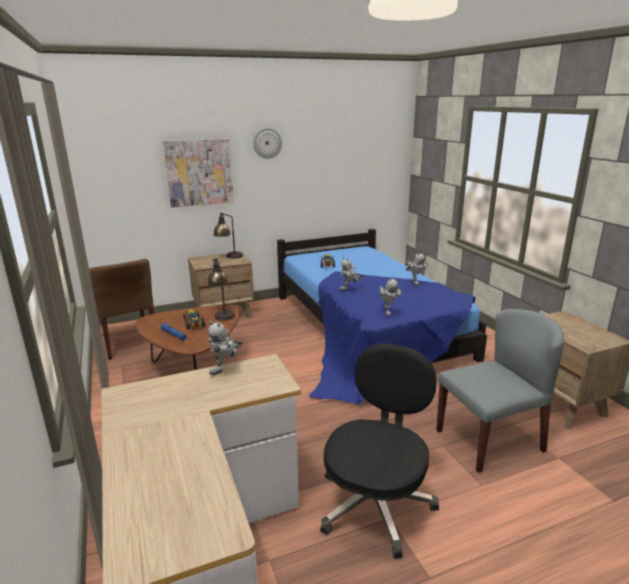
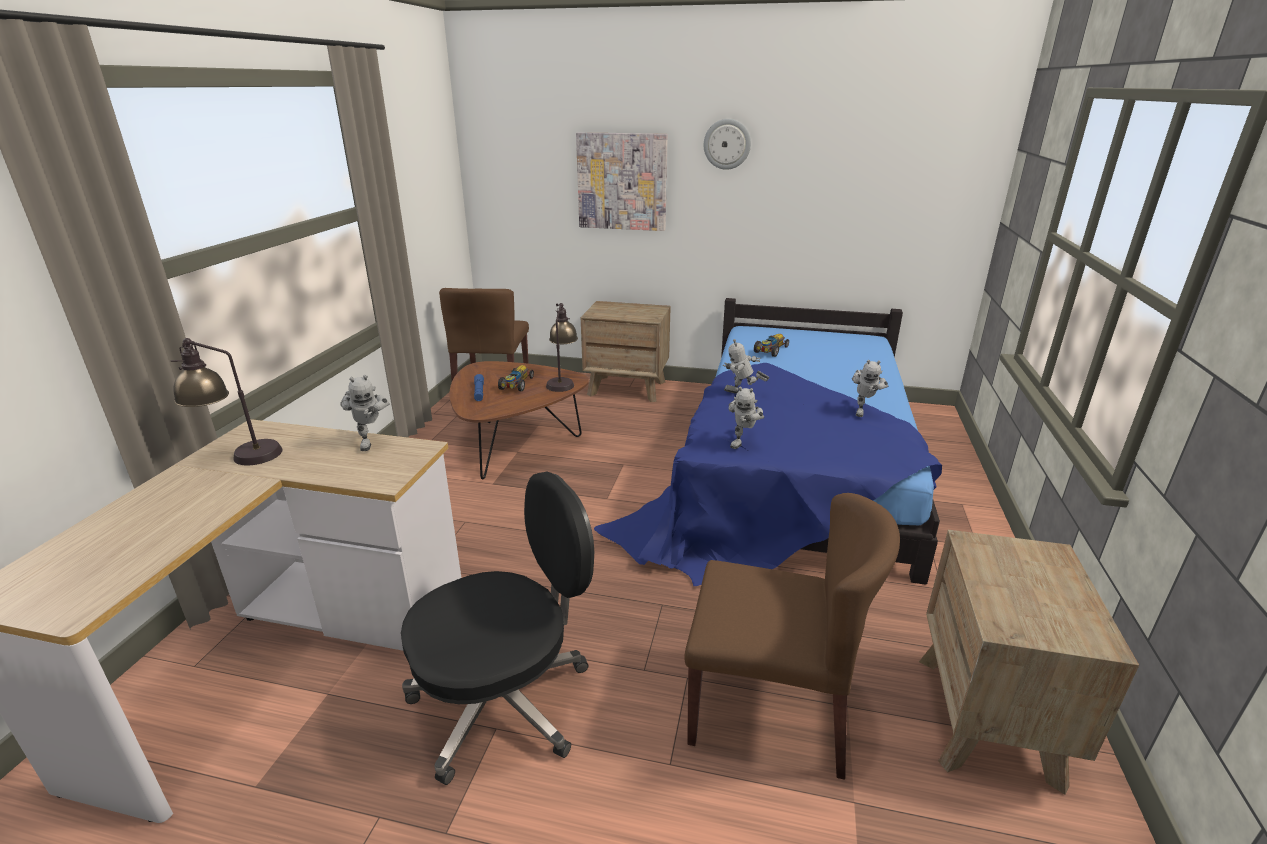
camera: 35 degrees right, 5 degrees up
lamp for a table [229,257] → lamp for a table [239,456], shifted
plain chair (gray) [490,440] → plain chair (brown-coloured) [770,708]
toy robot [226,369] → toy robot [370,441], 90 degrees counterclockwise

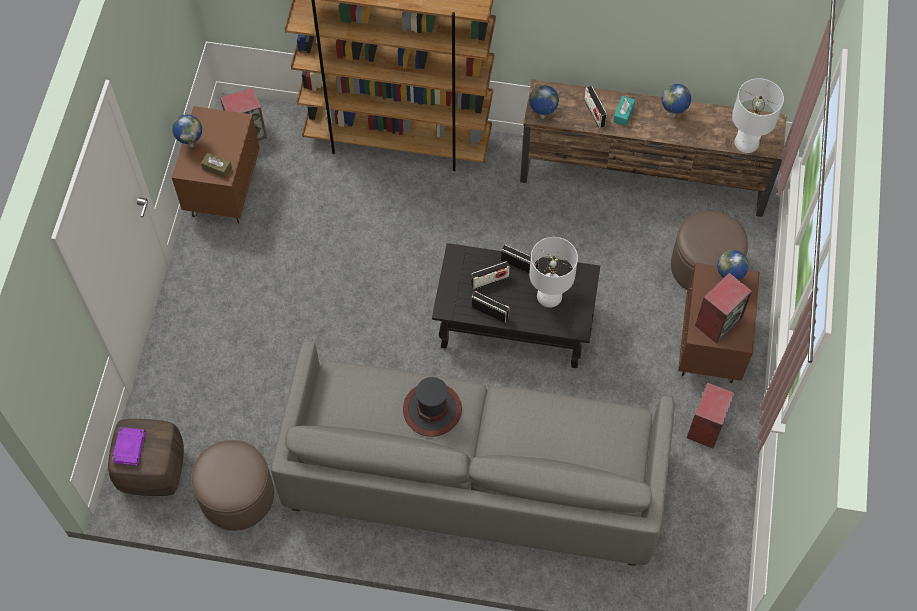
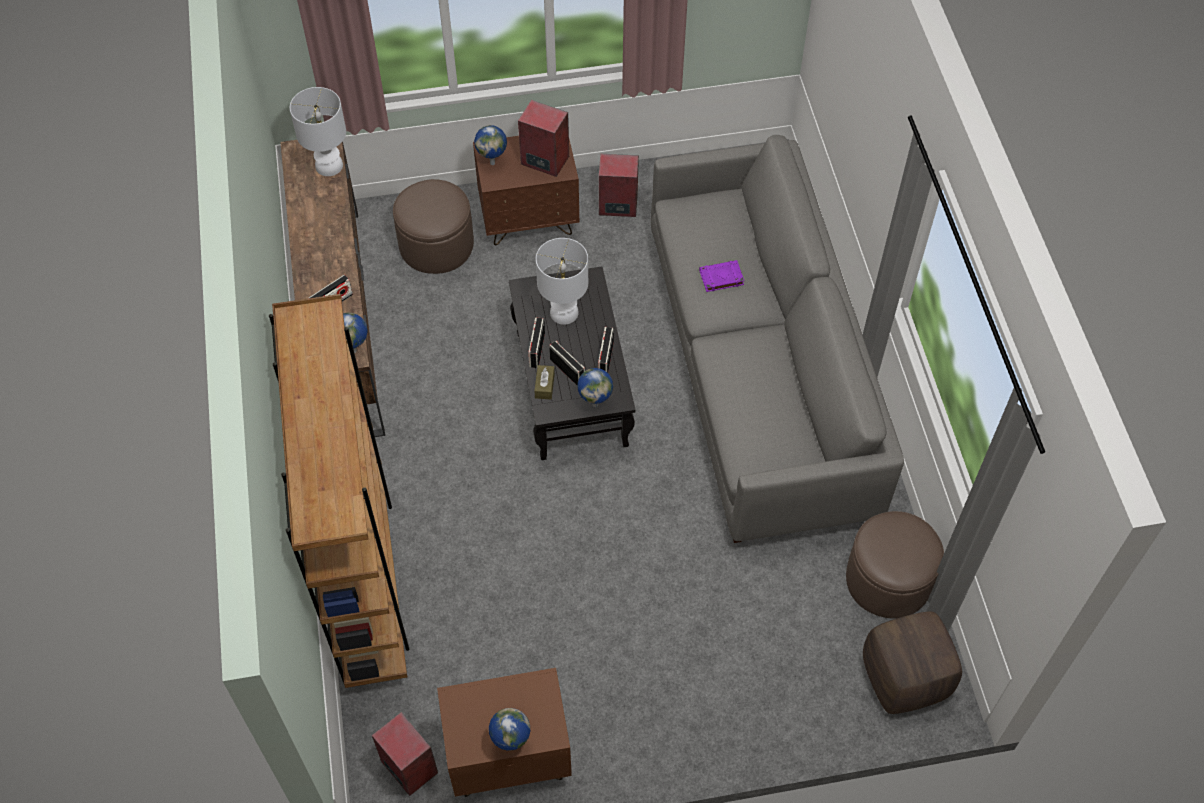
camera: 110 degrees left, 5 degrees down
clothing hat [432,409] → -
tissue box (turquoise) [623,114] → -
bound book (purple-coloured) [129,447] → bound book (purple-coloured) [721,278], shifted
tissue box (brown-coloured) [217,168] → tissue box (brown-coloured) [544,386], shifted
globe [673,115] → globe [595,404], shifted

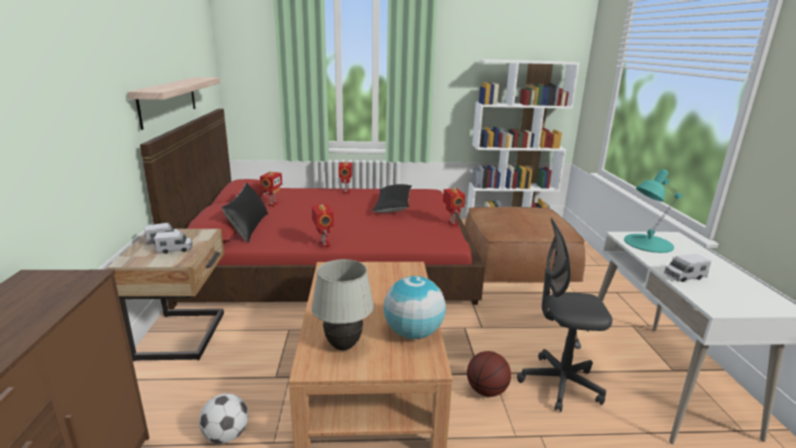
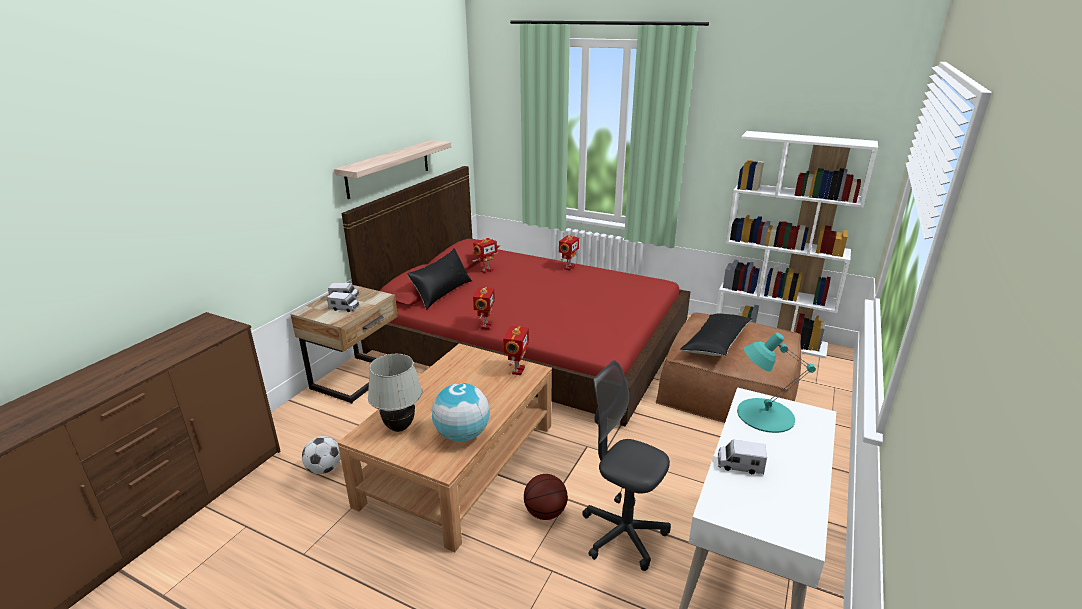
camera: 30 degrees right, 5 degrees up
throw pillow (black-coloured) [393,205] → throw pillow (black-coloured) [716,343], shifted
toy robot [452,223] → toy robot [517,370], shifted

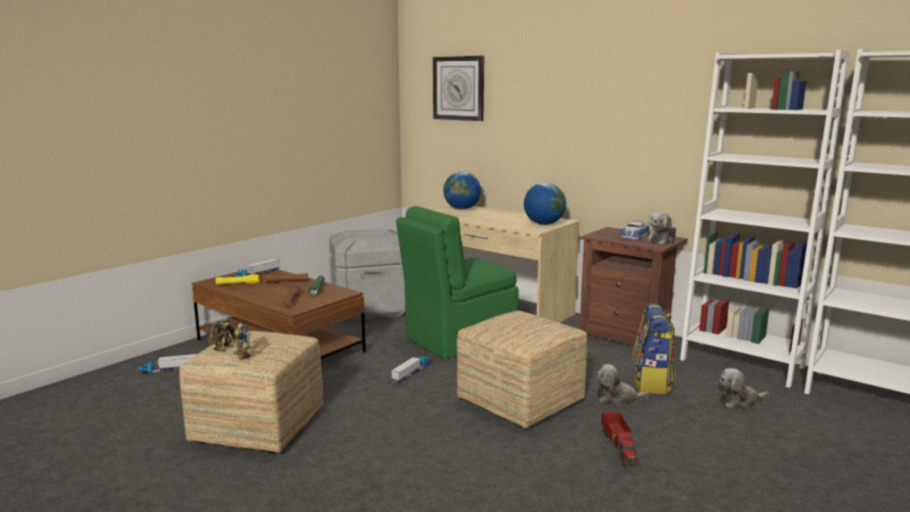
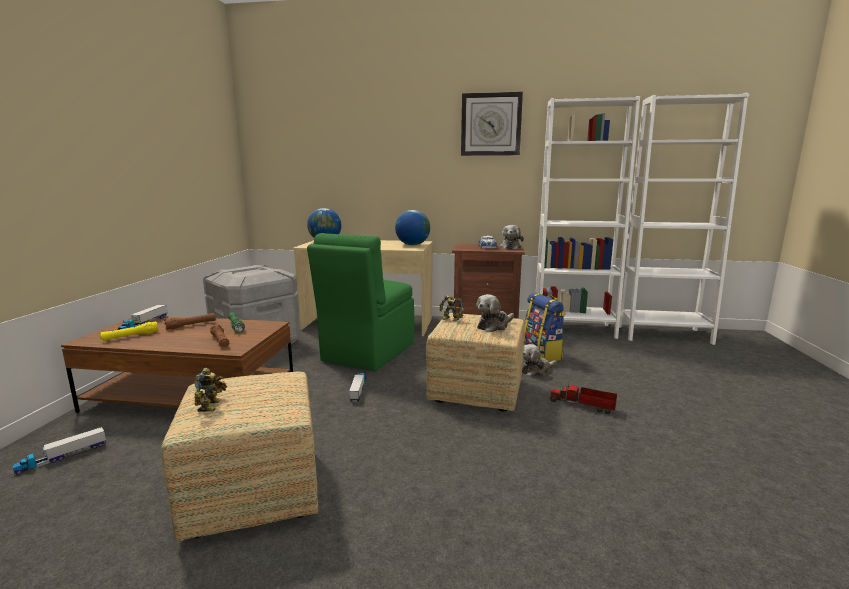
camera: 30 degrees left, 0 degrees up
toy robot [240,355] → toy robot [450,319], shifted
wall clock [458,88] → wall clock [491,124], shifted
cuddly toy [739,402] → cuddly toy [494,326], shifted
toy truck [619,446] → toy truck [584,405], 150 degrees clockwise

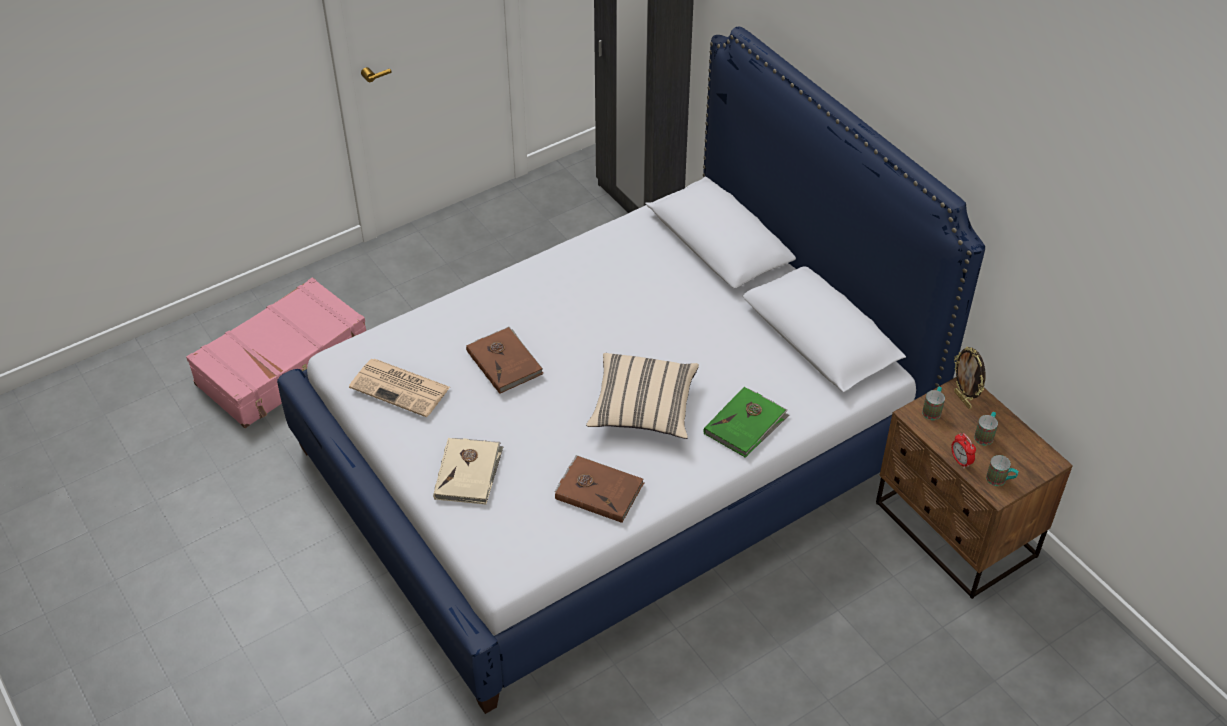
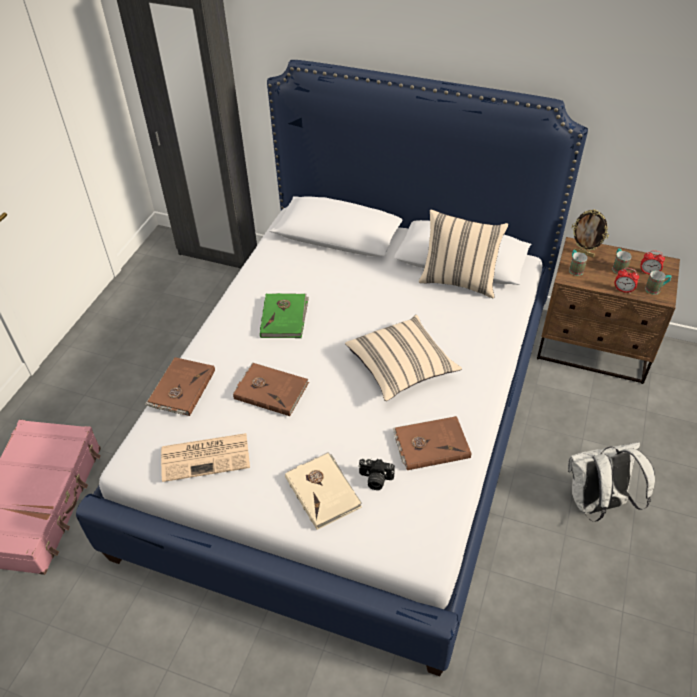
camera: 35 degrees left, 0 degrees up
- → bound book (brown-coloured) [181,388]
- → still camera [375,480]
- → throw pillow (sand-coloured) [459,281]
- → backpack (white) [596,504]
- → bedside clock [648,272]
bound book (green-coloured) [746,424] → bound book (green-coloured) [284,317], shifted

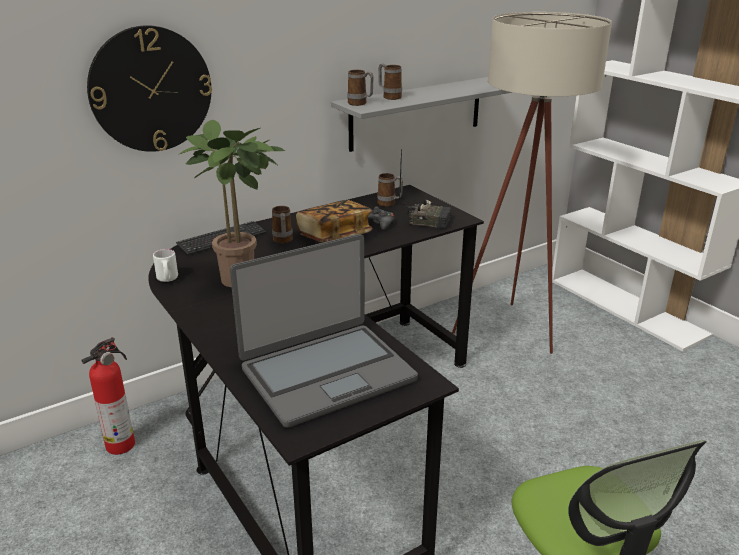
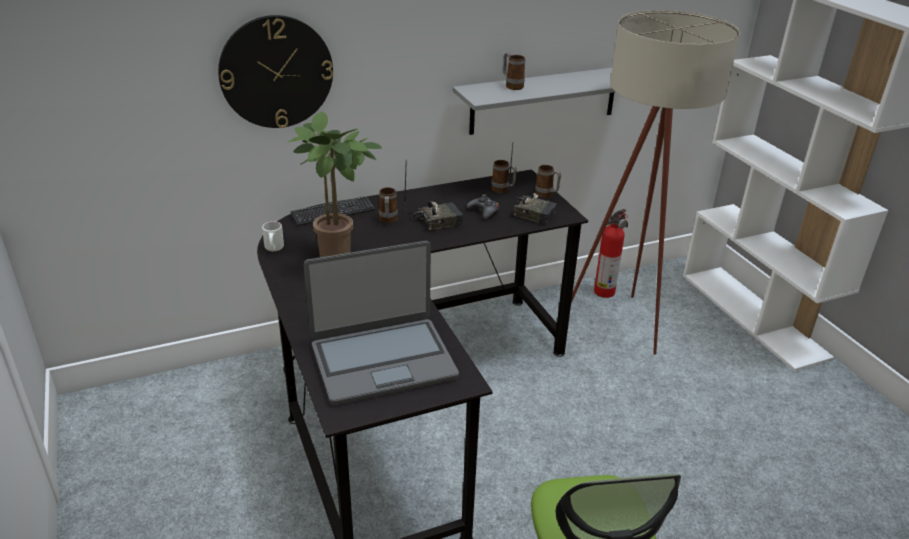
camera: 10 degrees right, 5 degrees up
extinguisher [122,443] → extinguisher [605,291], shifted
coffee mug [360,104] → coffee mug [546,195], shifted
bound book [334,236] → radio [437,220]

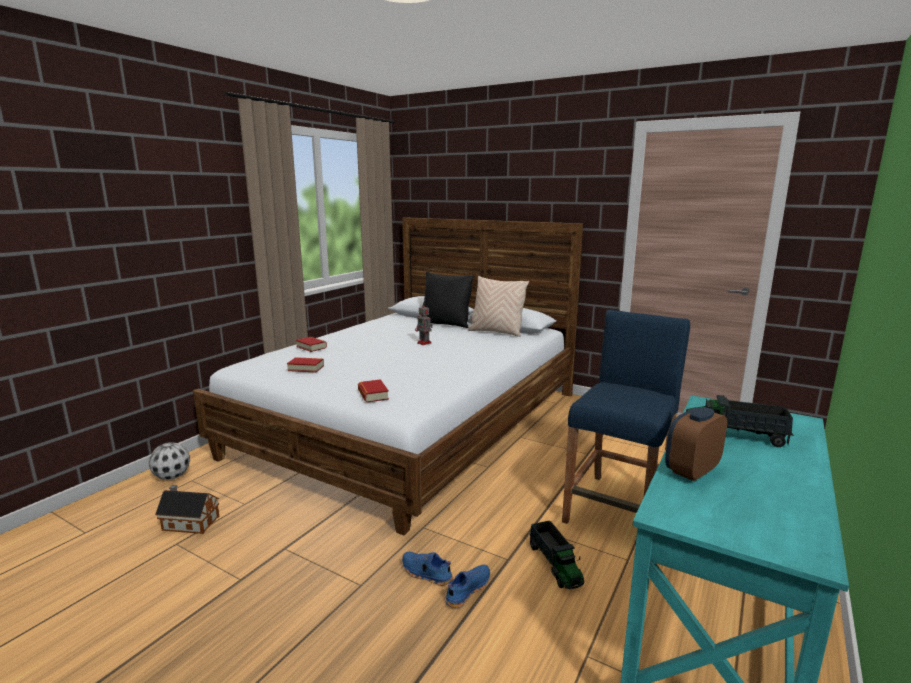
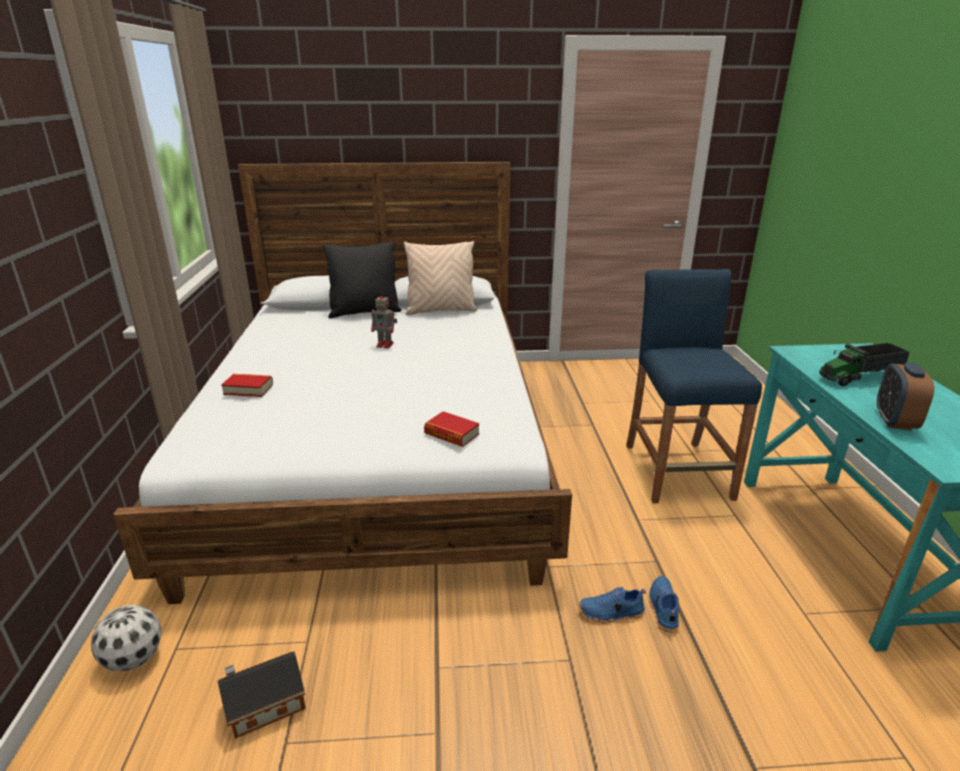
camera: 35 degrees left, 10 degrees up
bound book [306,368] → -
toy truck [555,564] → -

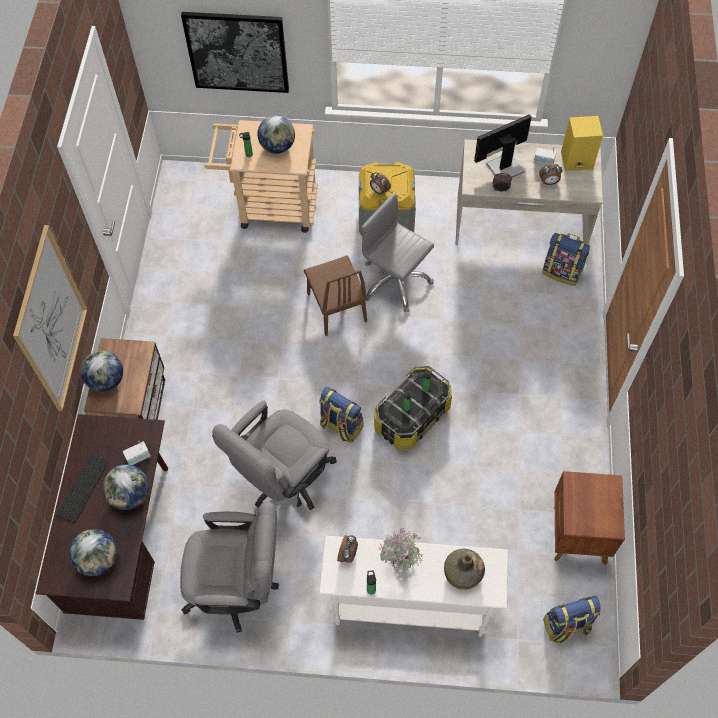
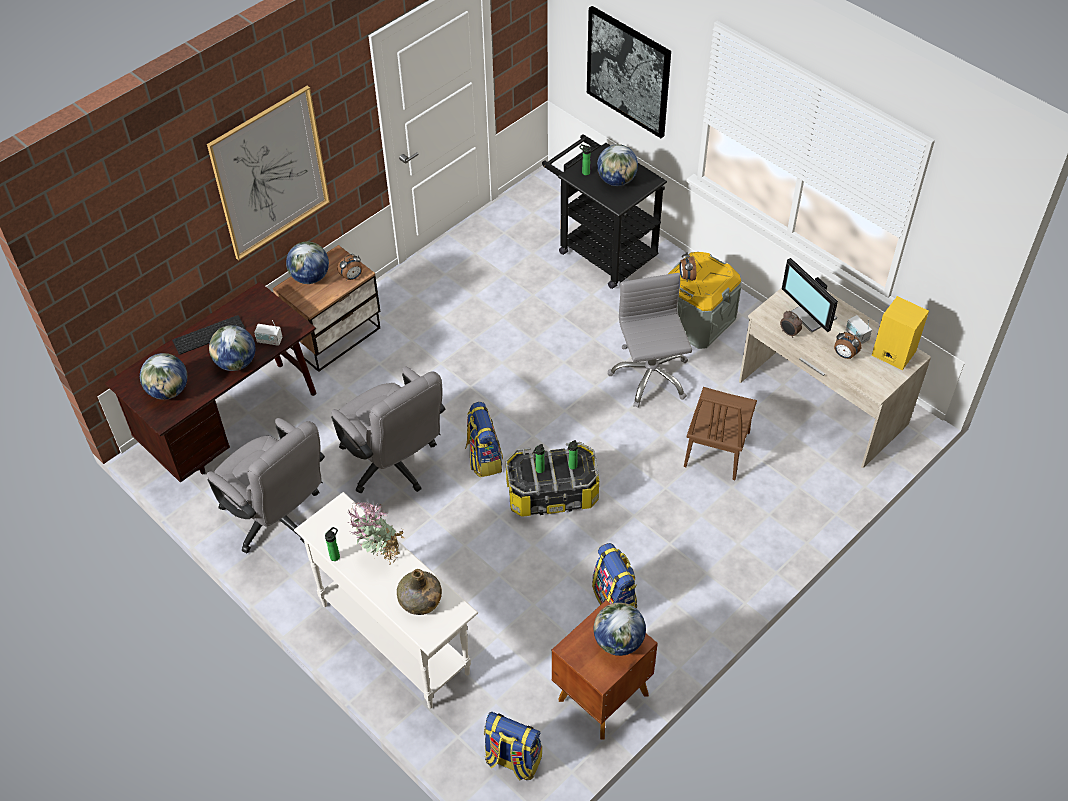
camera: 40 degrees right, 10 degrees down
- → globe [618,642]
plain chair (brown-coloured) [336,307] → plain chair (brown-coloured) [717,449], shifted
bedside clock [348,554] → bedside clock [352,277], shifted
backpack [562,272] → backpack [615,599], shifted
trolley (sand-coloured) [270,207] → trolley (black-coloured) [601,250]
computer chair (gray) [282,479] → computer chair (gray) [394,465], 120 degrees counterclockwise
computer screen [503,167] → computer screen [812,316], 135 degrees counterclockwise

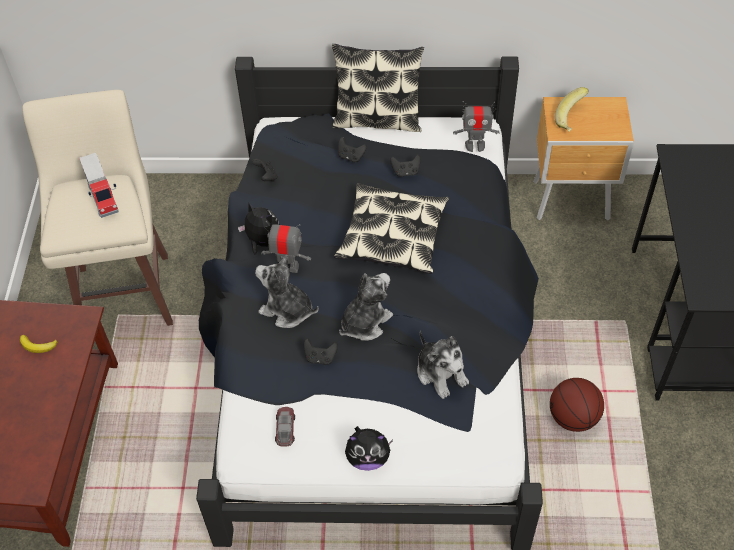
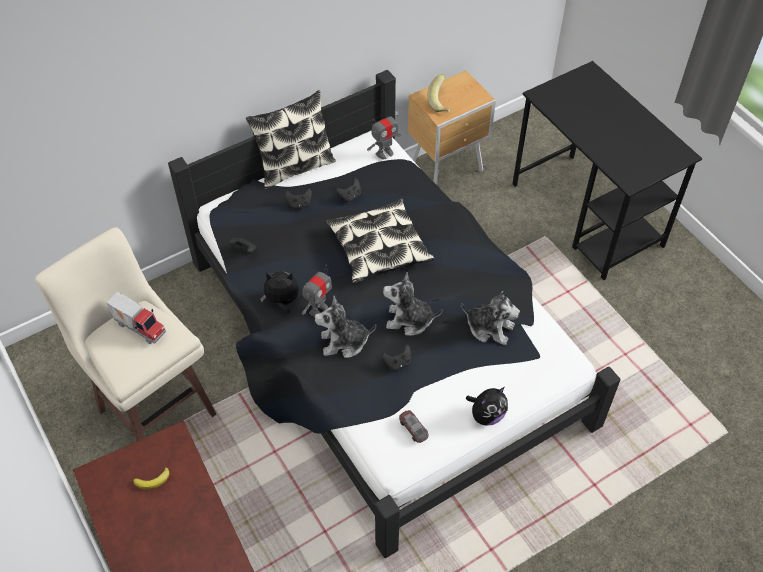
camera: 35 degrees left, 0 degrees up
basketball ball [573,417] → -
toy robot [288,266] → toy robot [318,309], 150 degrees clockwise
cuddly toy [365,322] → cuddly toy [409,320], 90 degrees counterclockwise

